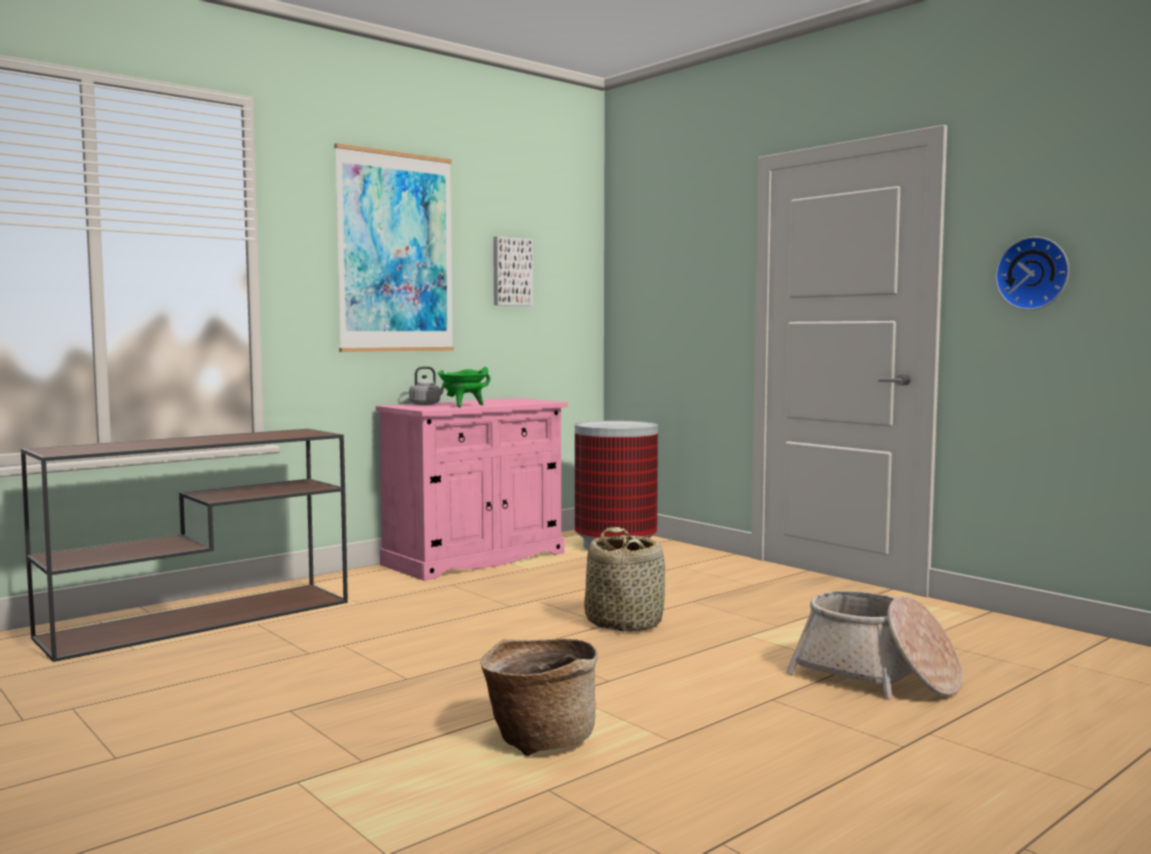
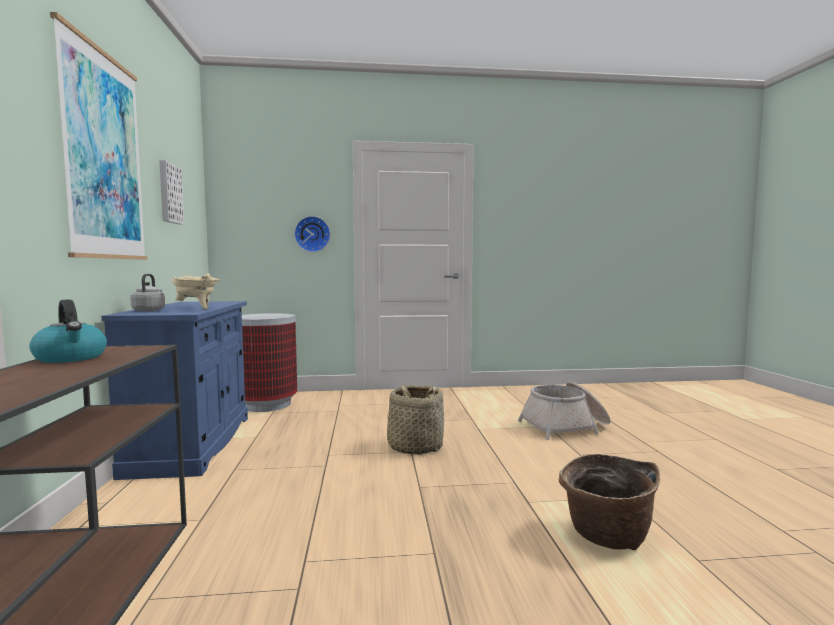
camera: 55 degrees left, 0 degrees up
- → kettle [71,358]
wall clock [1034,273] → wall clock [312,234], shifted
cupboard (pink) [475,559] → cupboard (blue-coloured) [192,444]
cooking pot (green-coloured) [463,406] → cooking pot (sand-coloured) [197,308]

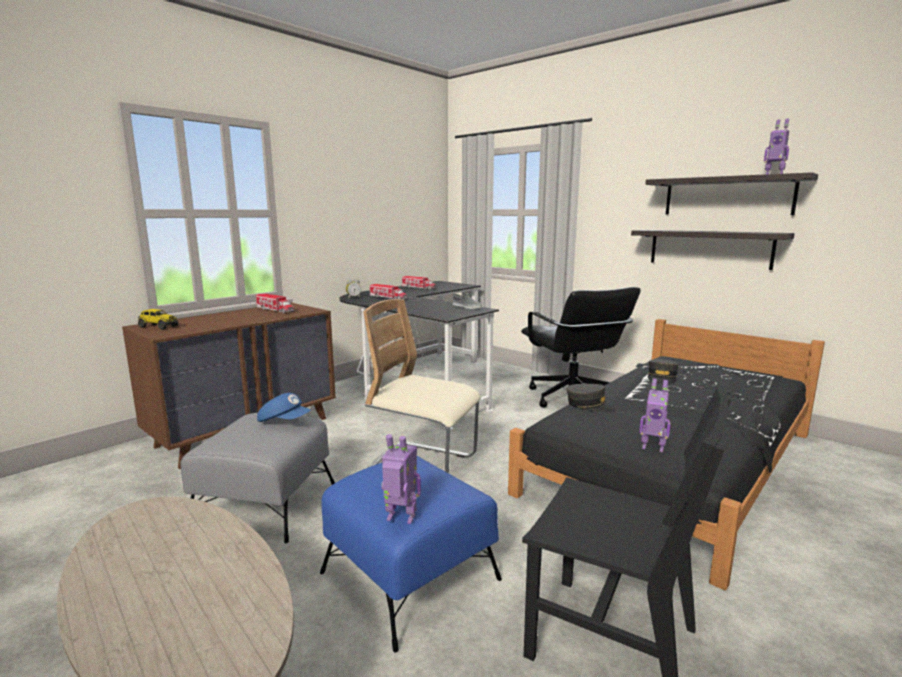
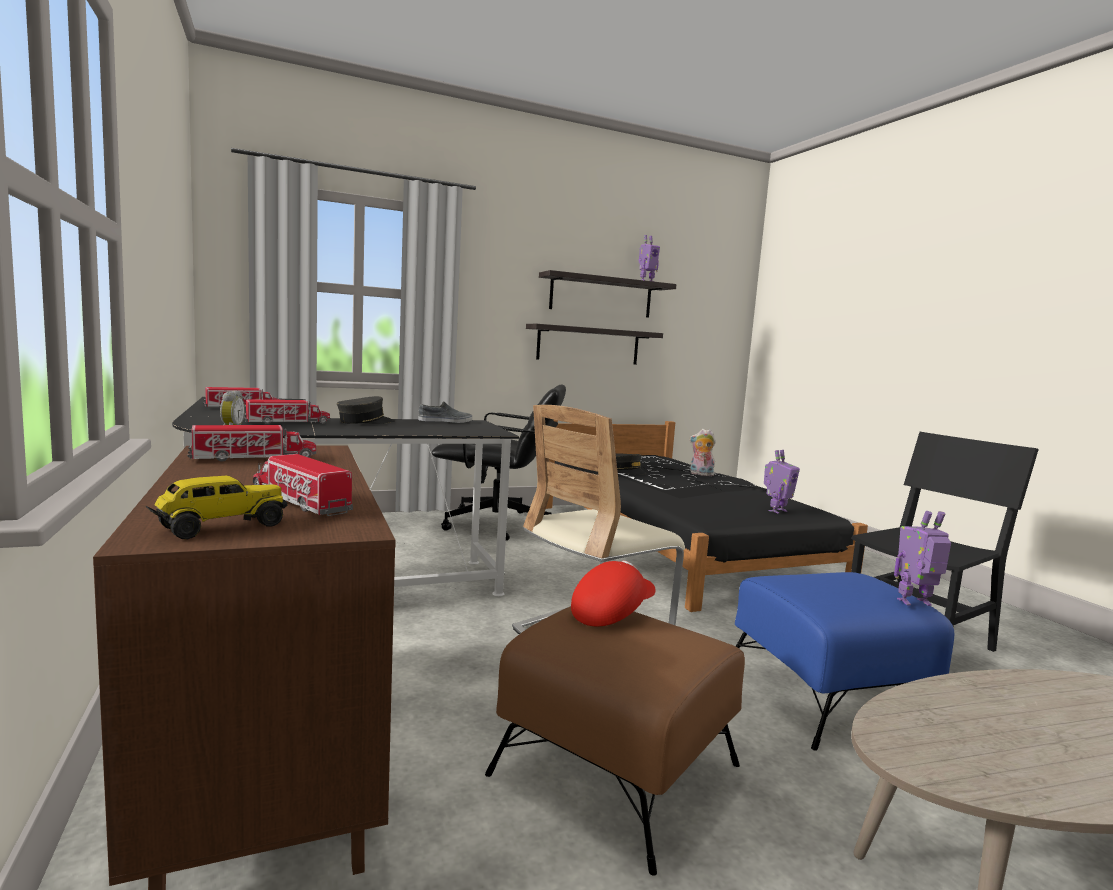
camera: 65 degrees left, 5 degrees down
- → toy truck [299,501]
- → cuddly toy [700,474]
baseball cap (gray) [589,405] → baseball cap (gray) [365,422], shifted
pouffe (gray) [266,504] → pouffe (brown-coloured) [615,768]
baseball cap (blue-coloured) [284,421] → baseball cap (reddish) [611,612]
toy robot [400,518] → toy robot [915,603], 45 degrees clockwise

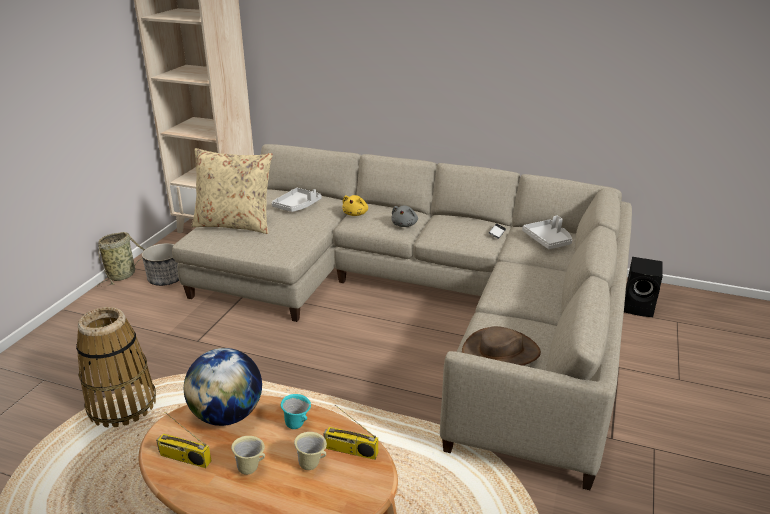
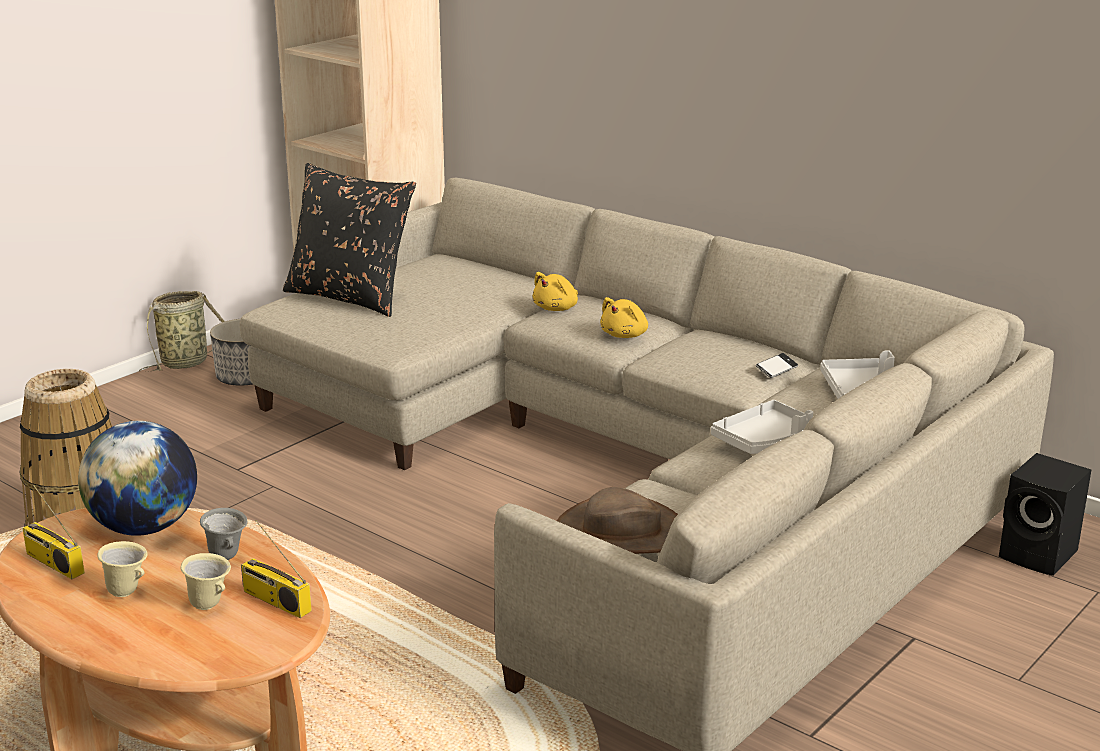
camera: 20 degrees right, 5 degrees down
serving tray (gray) [297,206] → serving tray (gray) [767,442], shifted
throw pillow (sand-coloured) [235,224] → throw pillow (black-coloured) [351,297]
coffee mug (turquoise) [297,425] → coffee mug (gray) [227,558]
cuddly toy (gray) [404,224] → cuddly toy (yellow-coloured) [625,335]

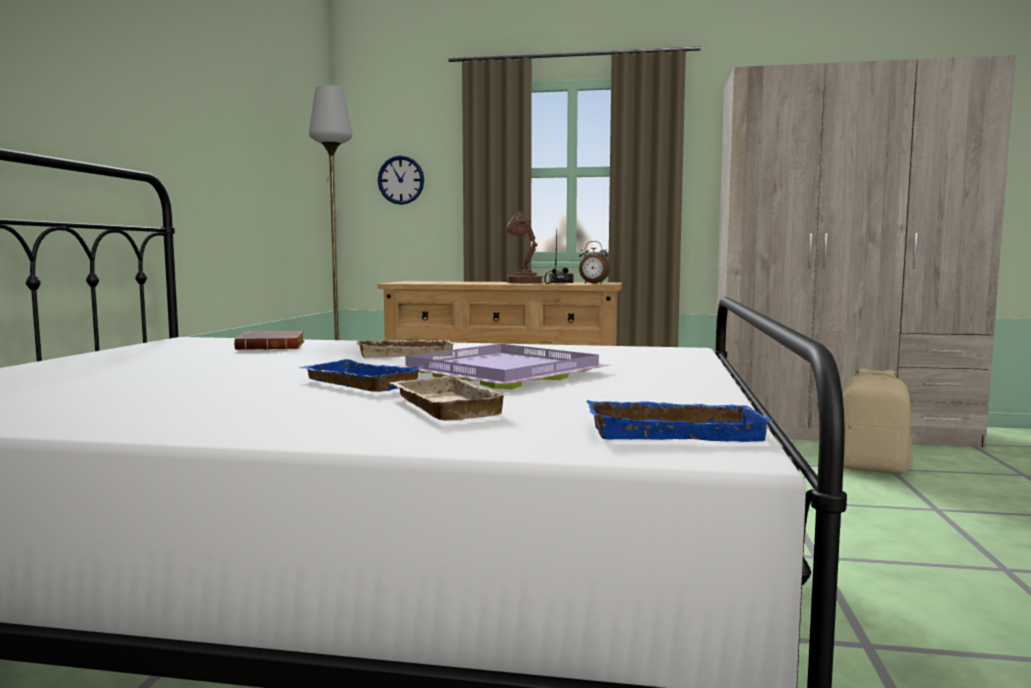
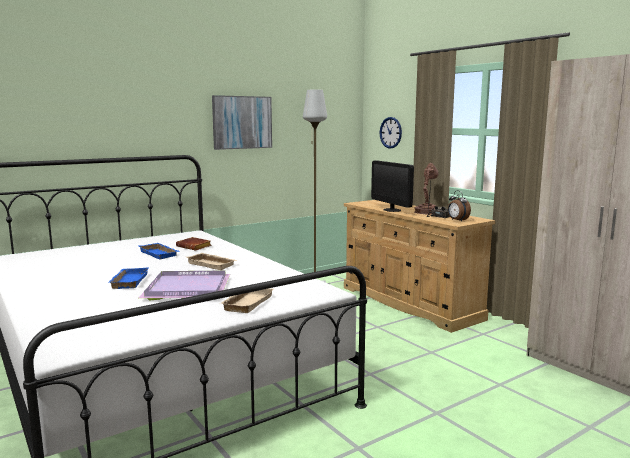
camera: 45 degrees right, 5 degrees up
backpack (sand-coloured) [871,468] → -
- → wall art [242,122]
- → computer screen [392,210]
serving tray (sand-coloured) [441,407] → serving tray (sand-coloured) [246,303], shifted
serving tray (blue-coloured) [675,431] → serving tray (blue-coloured) [160,254], shifted

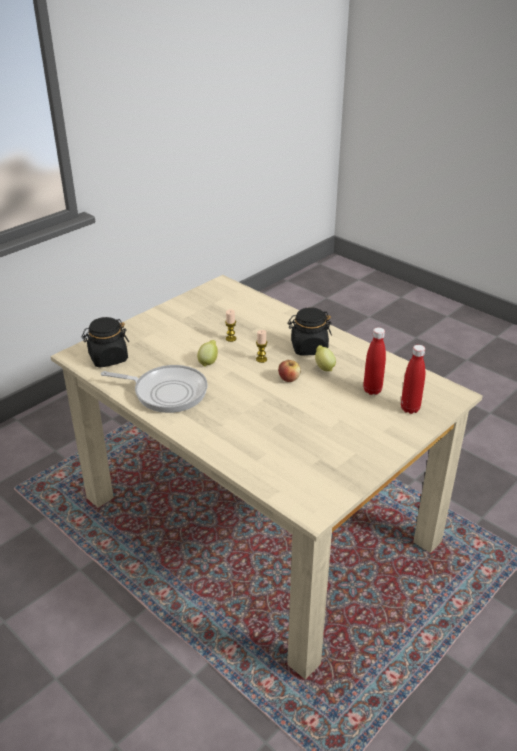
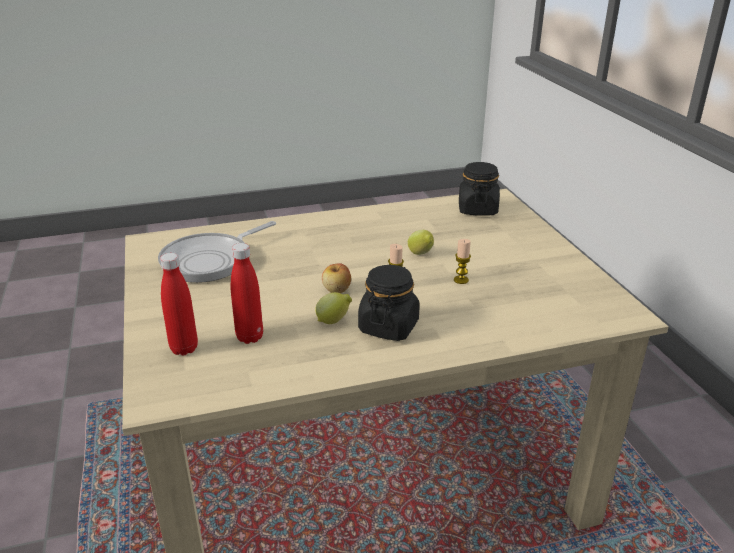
camera: 120 degrees right, 5 degrees down
frying pan [166,392] → frying pan [210,261], shifted

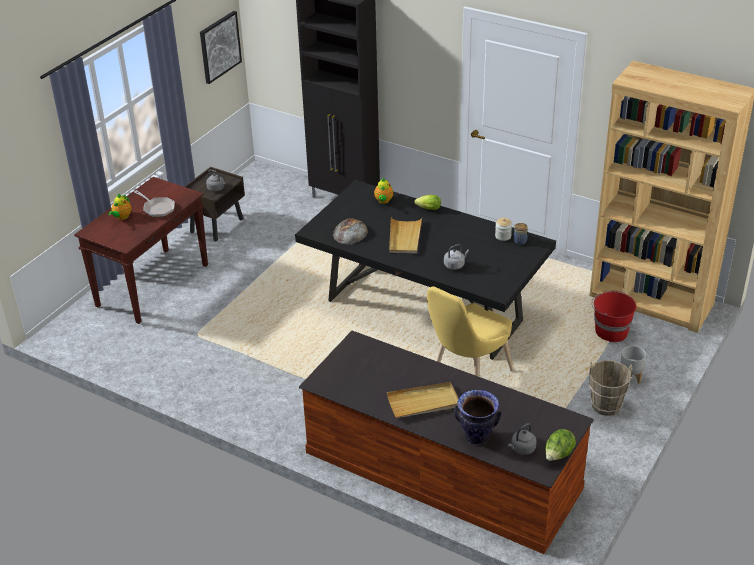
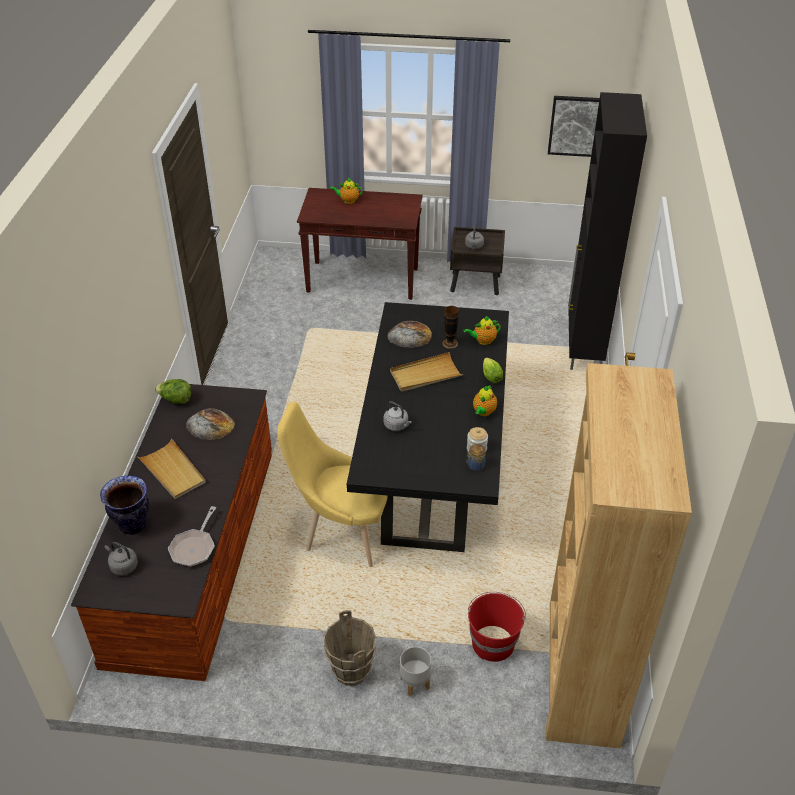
camera: 65 degrees right, 5 degrees up
- → baked bread [210,425]
- → vase [450,343]
- → pot for tea [483,412]
frying pan [157,208] → frying pan [194,547], shifted
lettuce [558,455] → lettuce [176,400], shifted

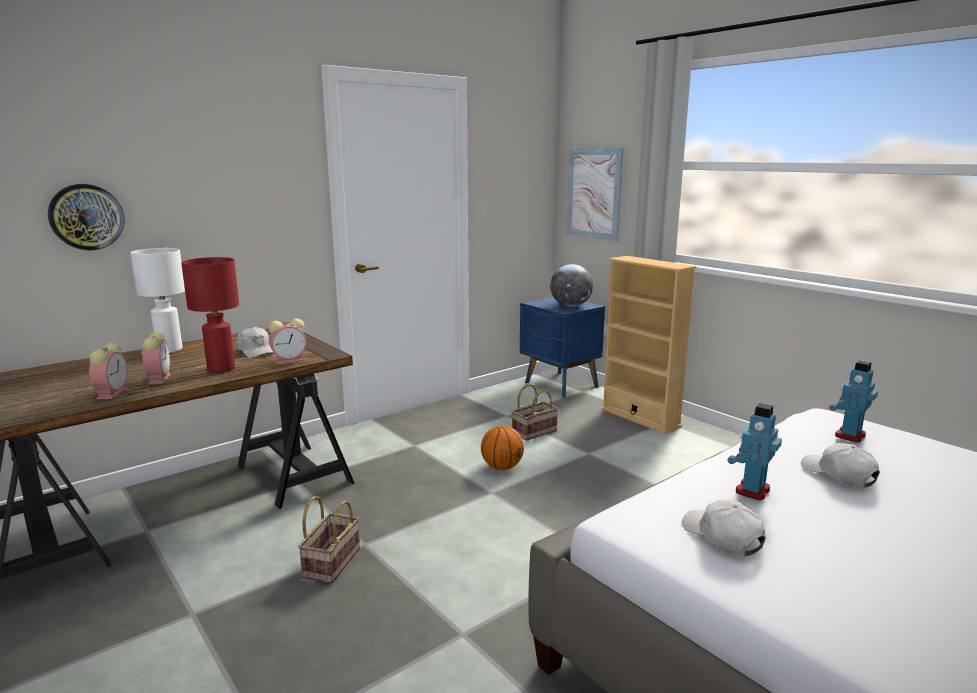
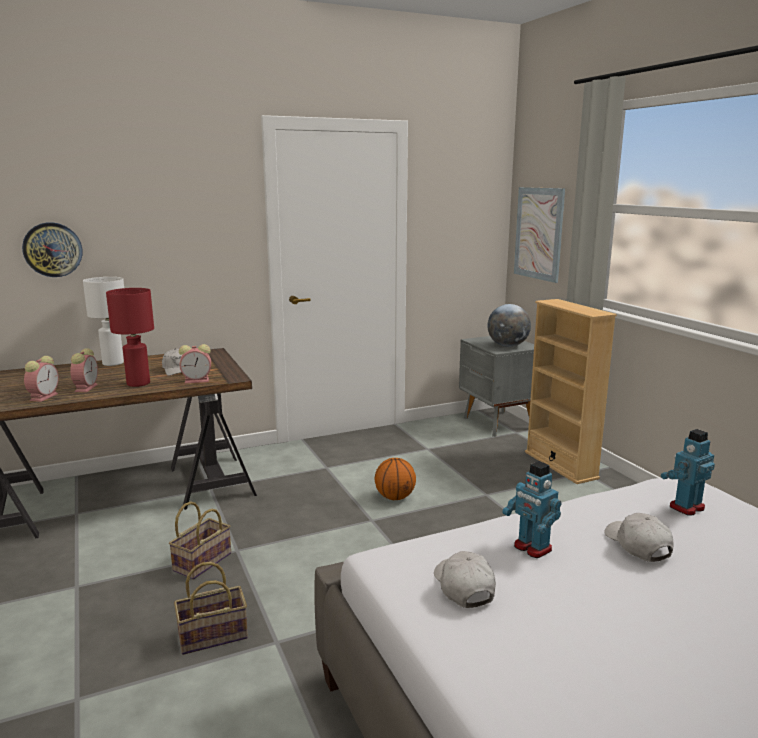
camera: 15 degrees right, 0 degrees up
household basket [534,431] → household basket [214,634], shifted
bedside table (blue-coloured) [561,385] → bedside table (gray) [498,423]
toy robot [751,490] → toy robot [532,548], 90 degrees counterclockwise

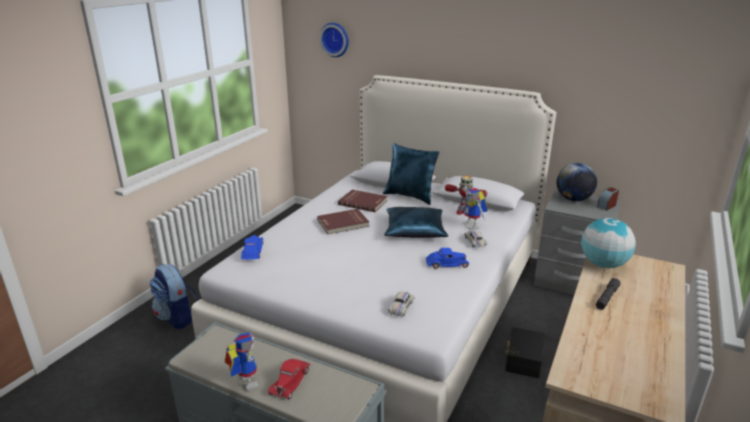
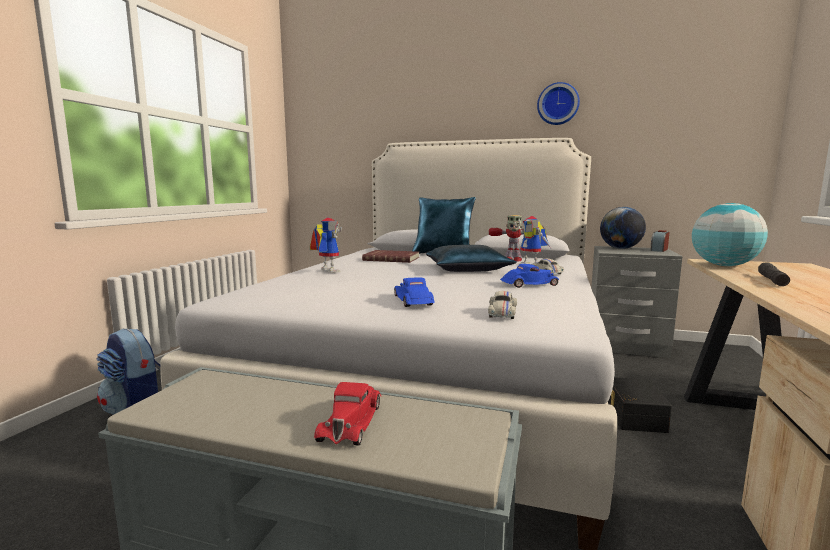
camera: 10 degrees left, 15 degrees down
bound book (reddish) [343,223] → -
toy robot [244,381] → toy robot [326,271], shifted
model car (blue-coloured) [252,251] → model car (blue-coloured) [413,301], shifted
wall clock [335,39] → wall clock [558,104], shifted

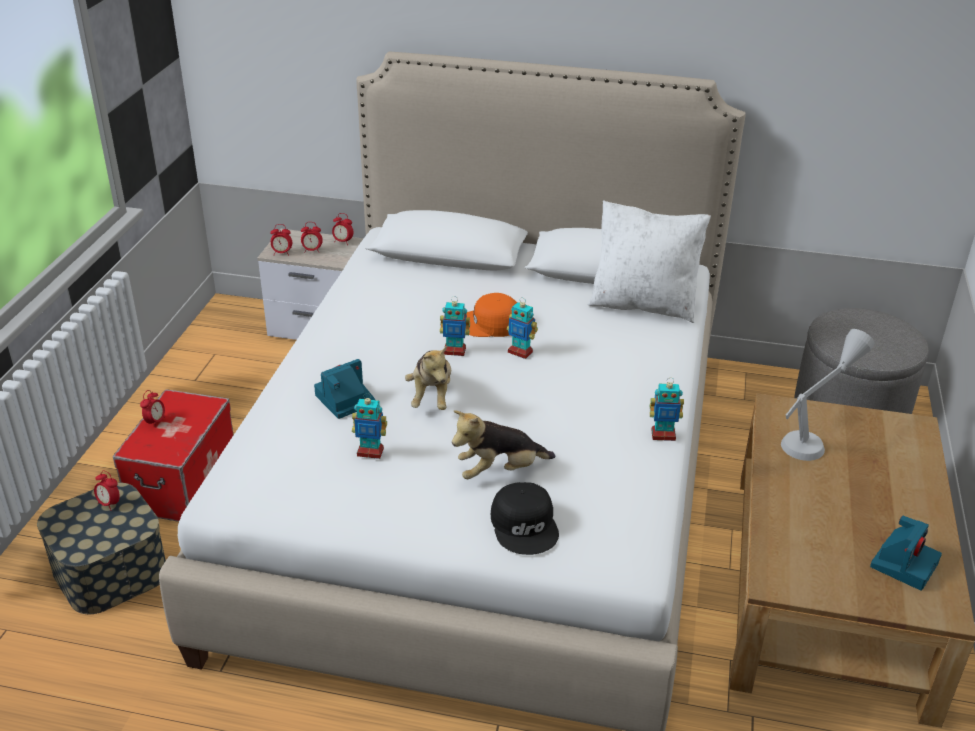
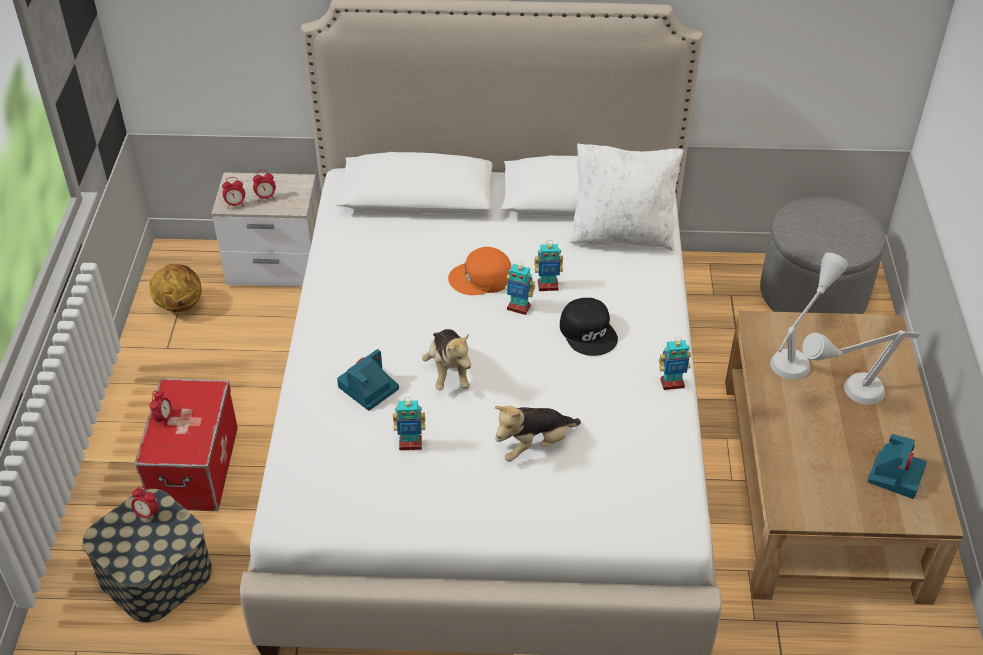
camera: 10 degrees left, 10 degrees up
bedside clock [343,242] → -
- → basketball ball [179,306]
- → lamp for a table (gray) [845,394]
toy robot [454,351] → toy robot [548,286], shifted
baseball cap (black-coloured) [525,525] → baseball cap (black-coloured) [589,332], shifted

